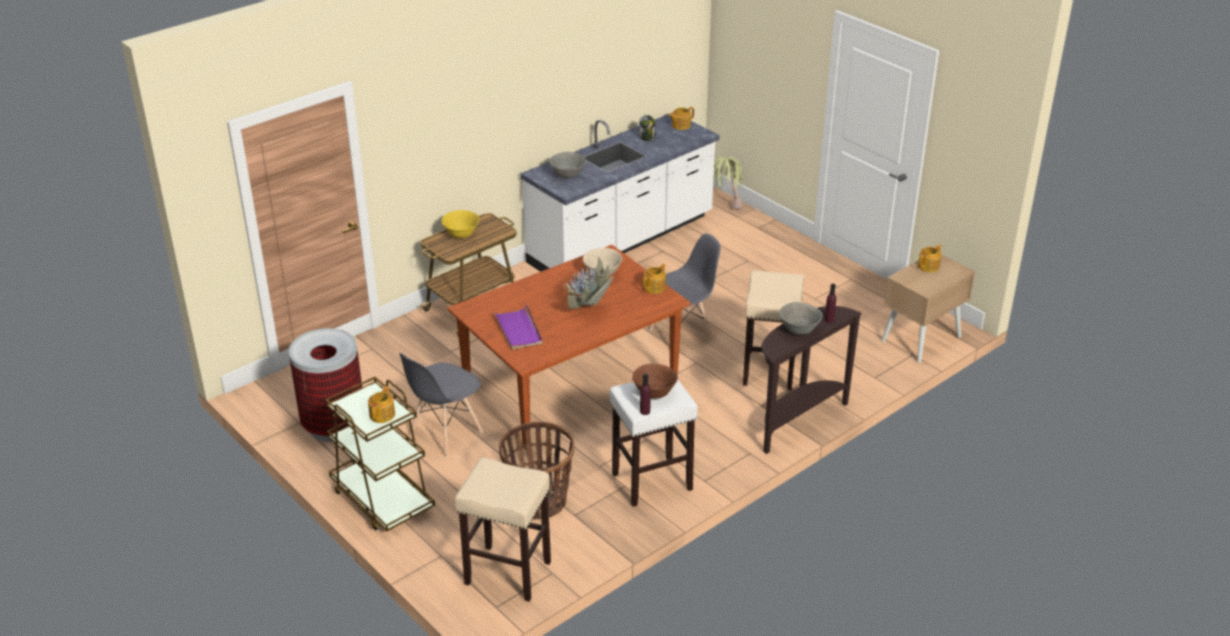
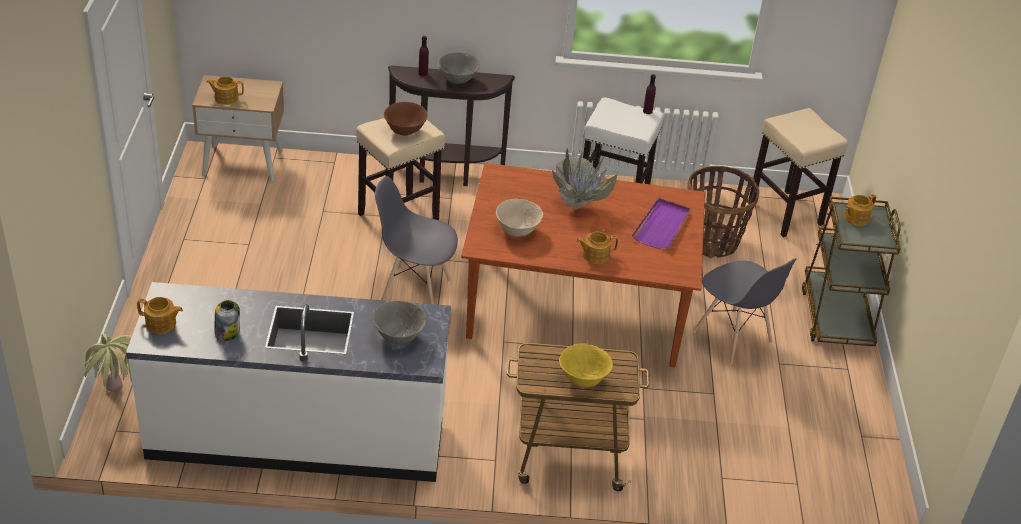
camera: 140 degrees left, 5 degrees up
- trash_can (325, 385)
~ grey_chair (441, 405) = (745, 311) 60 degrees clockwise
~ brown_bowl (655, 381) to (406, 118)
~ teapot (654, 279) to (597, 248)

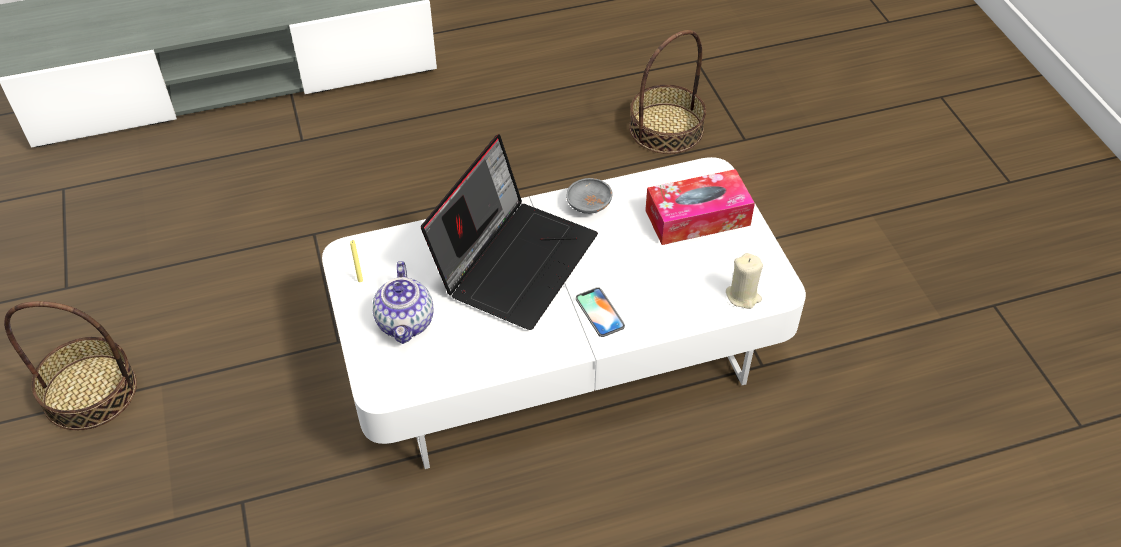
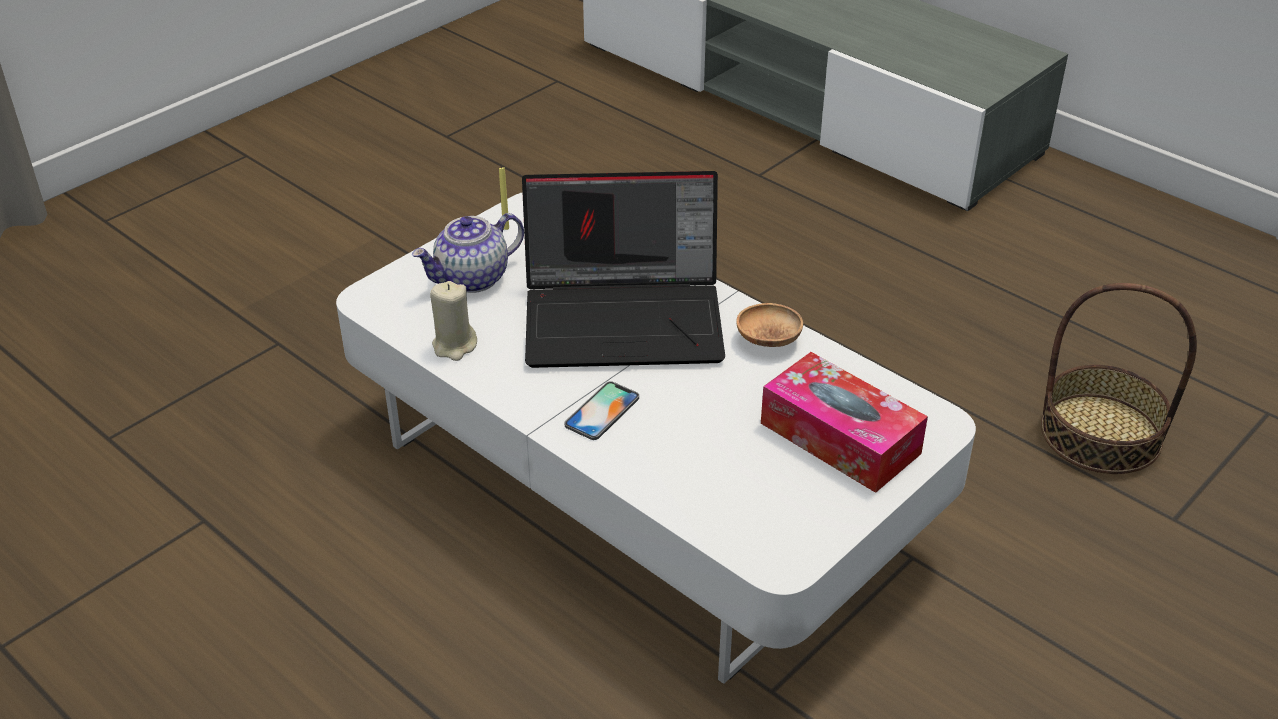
camera: 60 degrees right, 10 degrees down
- basket (70, 365)
~ grey_bowl (589, 196) to brown_bowl (769, 325)
~ beige_candle (744, 281) to (453, 321)

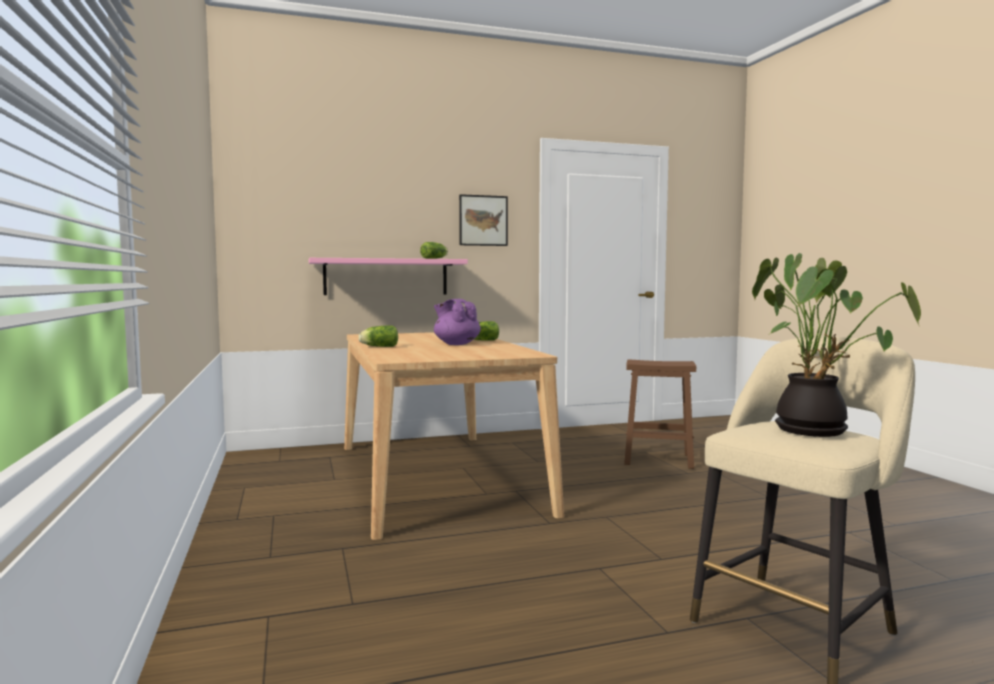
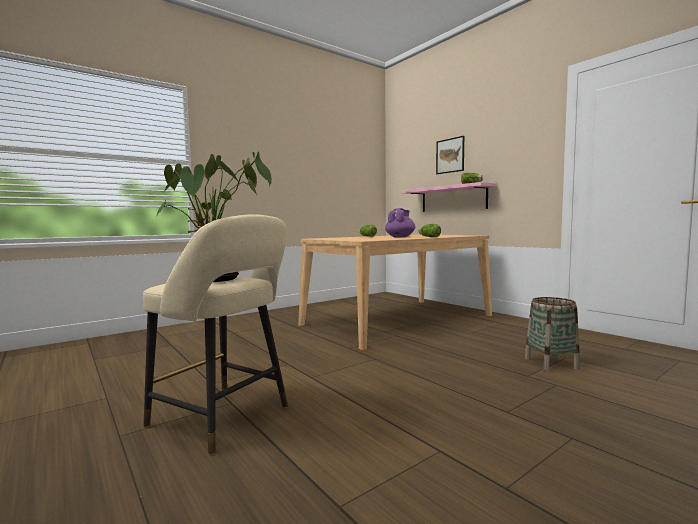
camera: 70 degrees right, 0 degrees up
~ picture (483, 220) to (450, 155)
~ brown_stool (660, 414) to basket (552, 334)

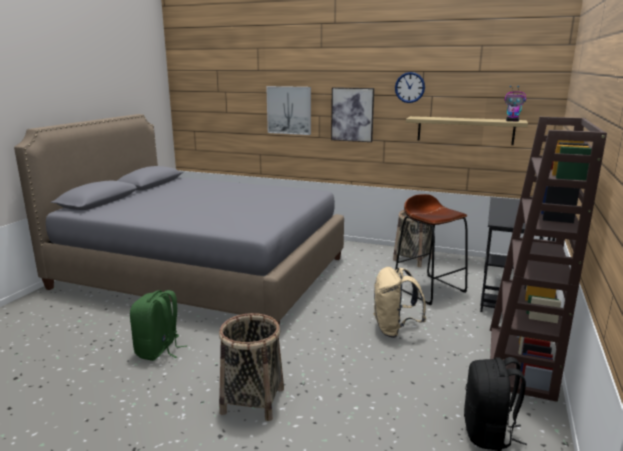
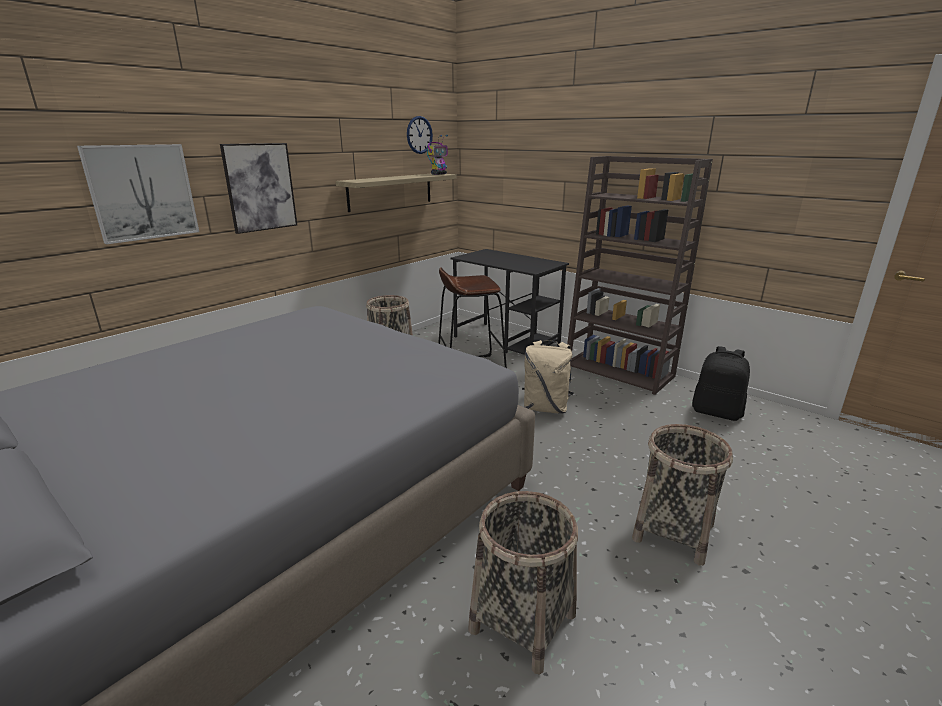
camera: 70 degrees left, 5 degrees up
~ green_backpack (158, 325) to basket (523, 582)
~ wall_clock (410, 87) to (420, 135)

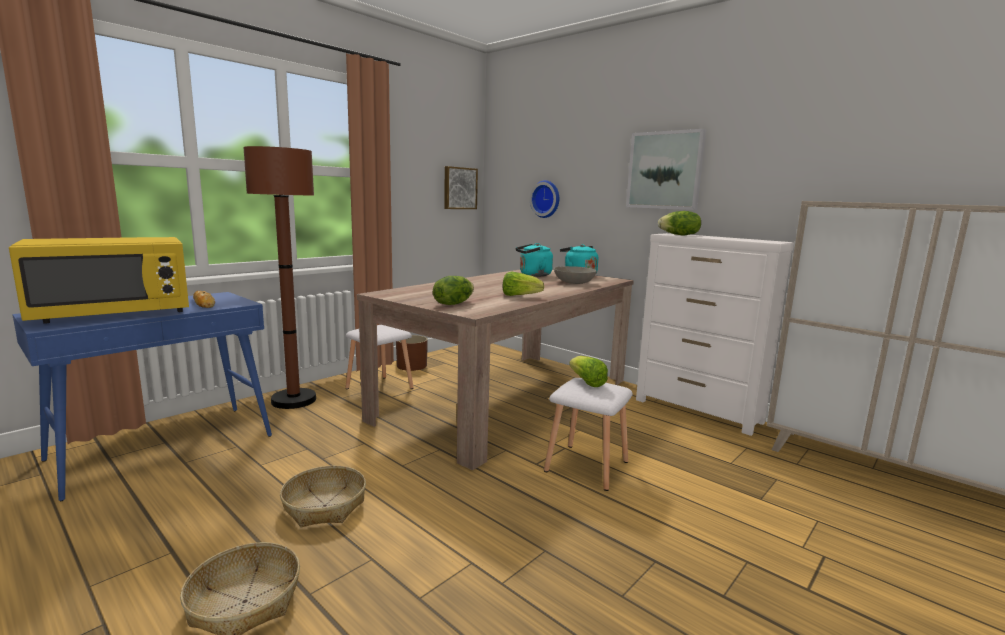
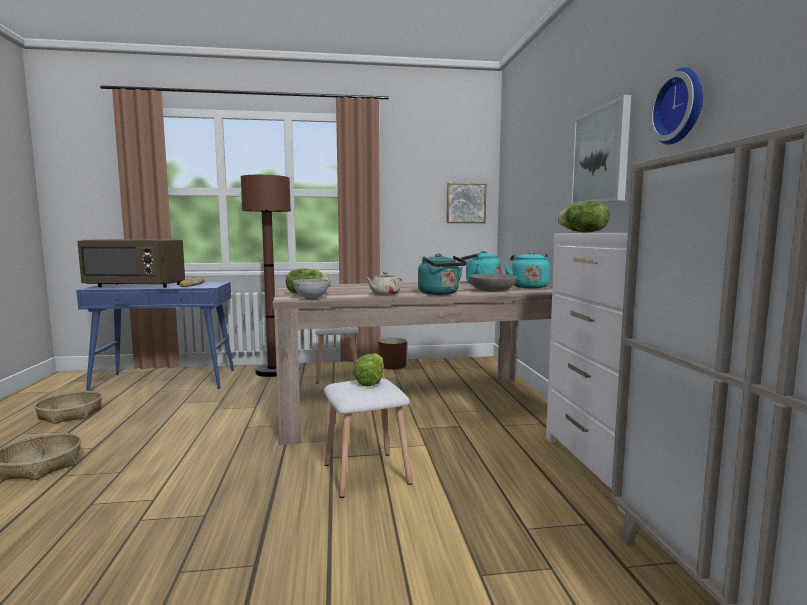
camera: 40 degrees right, 5 degrees down
~ yellow_microwave (99, 280) to brown_microwave (131, 263)
~ basket (323, 496) to (68, 407)
~ lettuce (523, 284) to beige_teapot (384, 283)
~ wall_clock (544, 199) to (676, 106)
+ bowl (311, 289)
+ turquoise_kettle (442, 274)

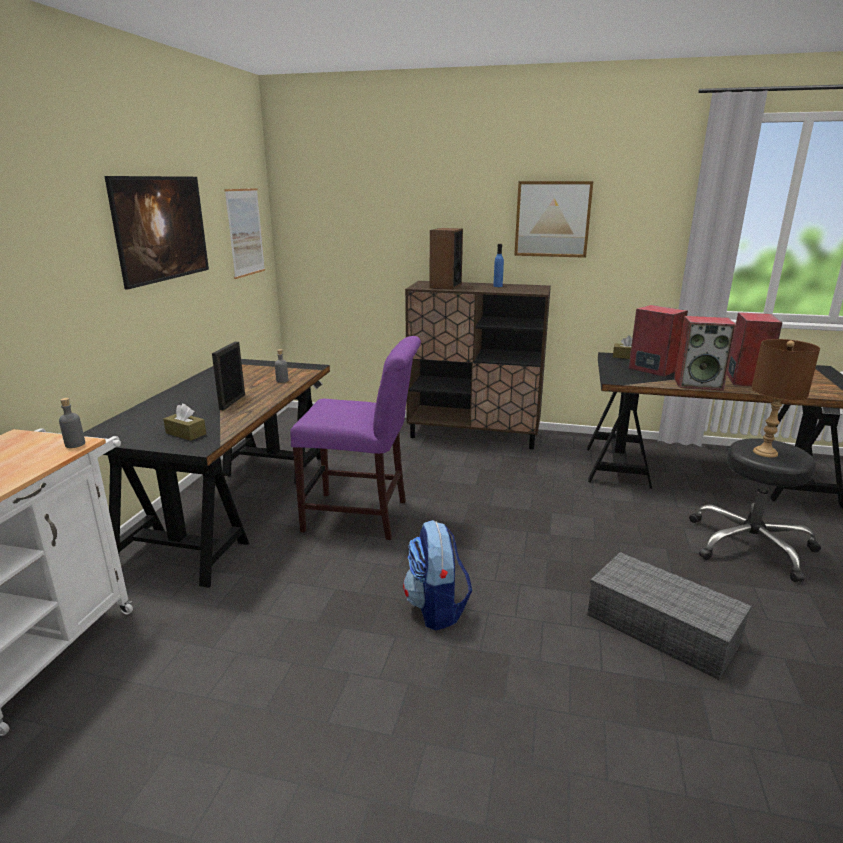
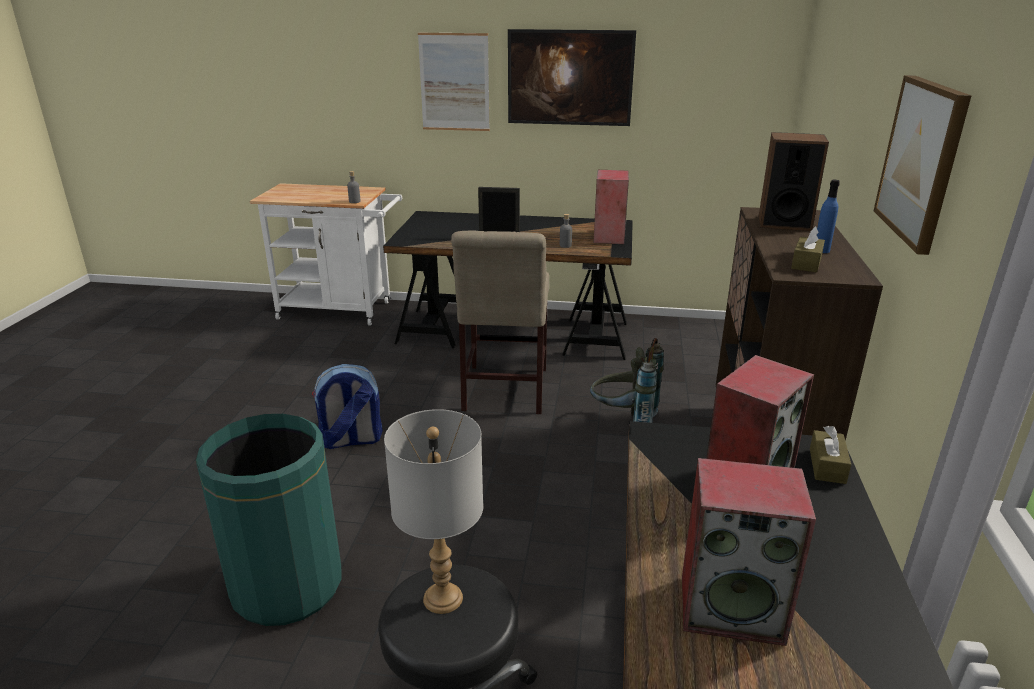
camera: 85 degrees right, 5 degrees up
~ brown_tissue_box (184, 422) to (808, 249)
~ picture (244, 233) to (454, 82)
~ purple_chair (355, 438) to beige_chair (500, 322)
~ grey_storage_box (669, 616) to green_trash_can (268, 520)
~ speaker (705, 353) to (611, 207)
~ brown_table_lamp (785, 398) to grey_table_lamp (433, 511)
+ grey_backpack (627, 380)

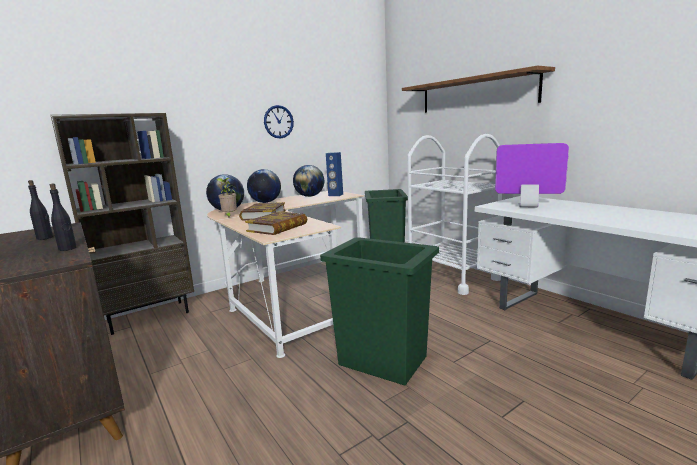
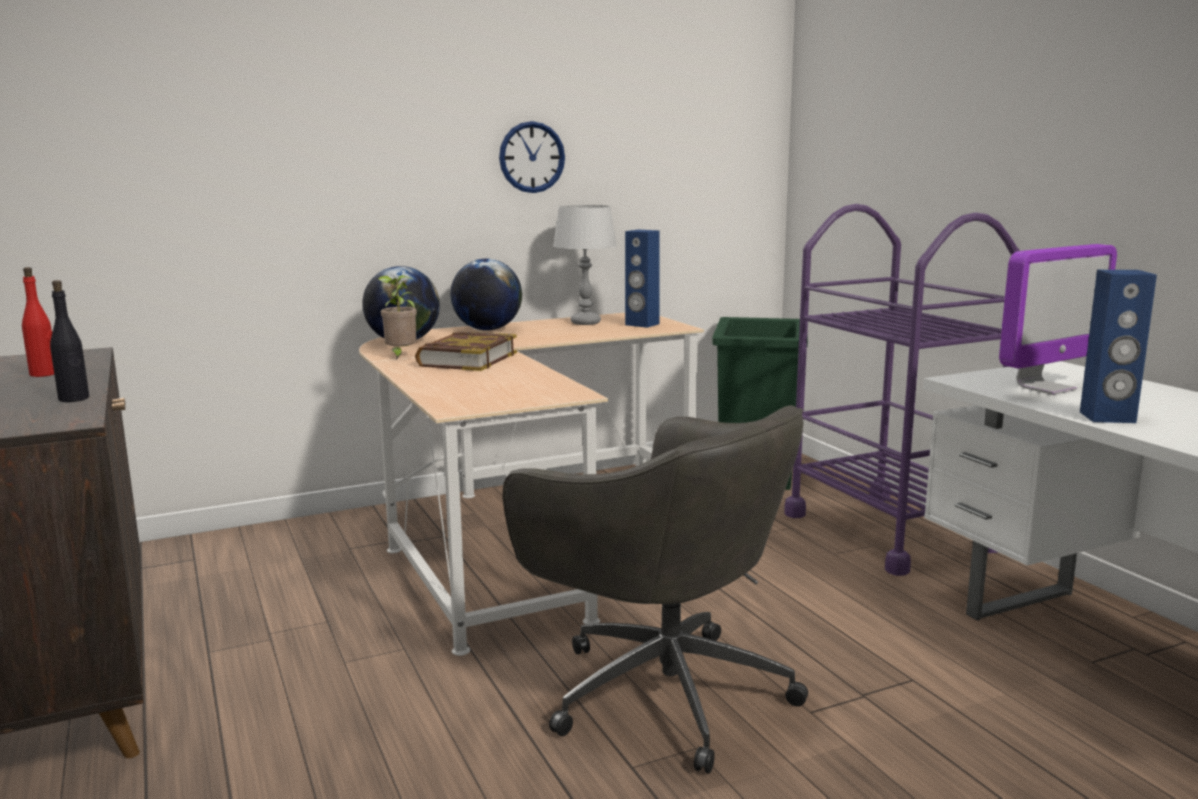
camera: 10 degrees right, 0 degrees up
~ black_bottle (40, 210) to red_bottle (38, 322)
- brown_bookcase (122, 224)
- book (276, 223)
~ globe (308, 181) to grey_table_lamp (585, 265)
~ green_trash_can (379, 311) to grey_office_chair (655, 589)
- shelf (478, 89)
~ white_cart (454, 214) to purple_cart (902, 390)
~ monitor (532, 175) = (1058, 319) 120 degrees clockwise
+ blue_speaker (1118, 346)

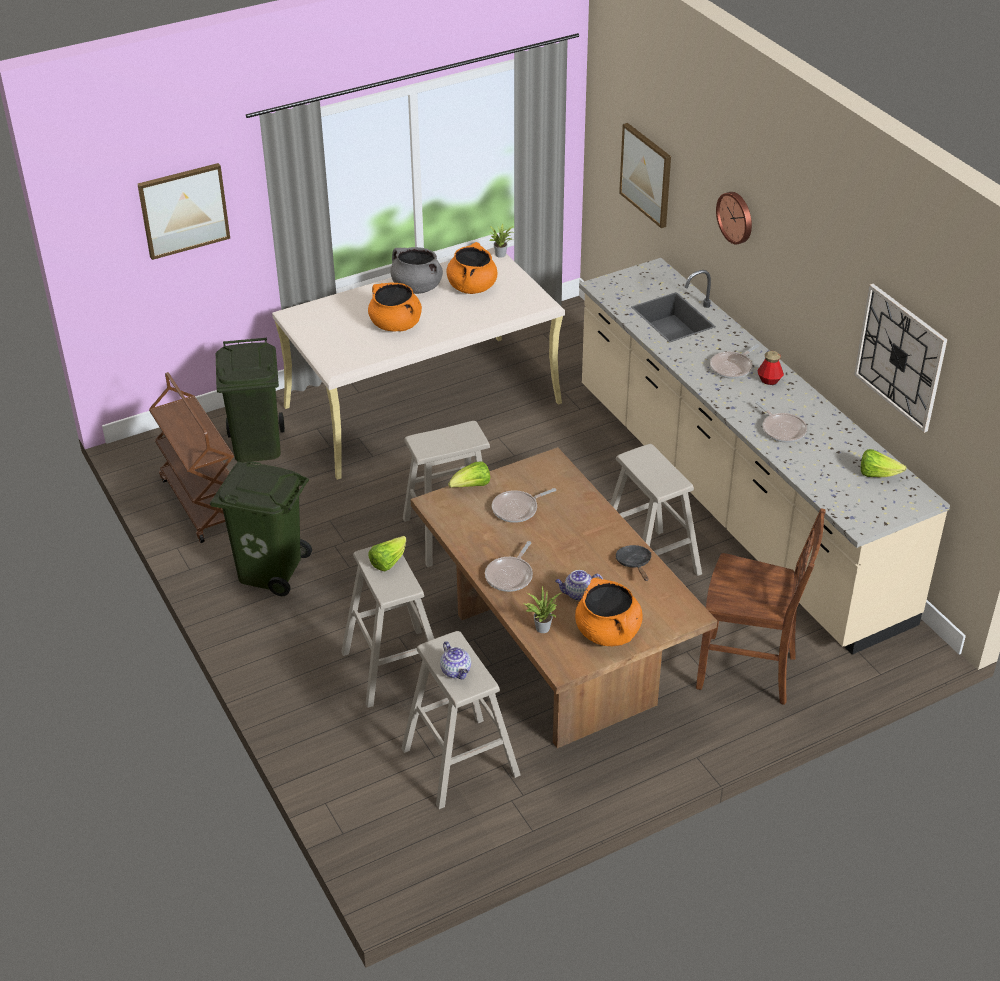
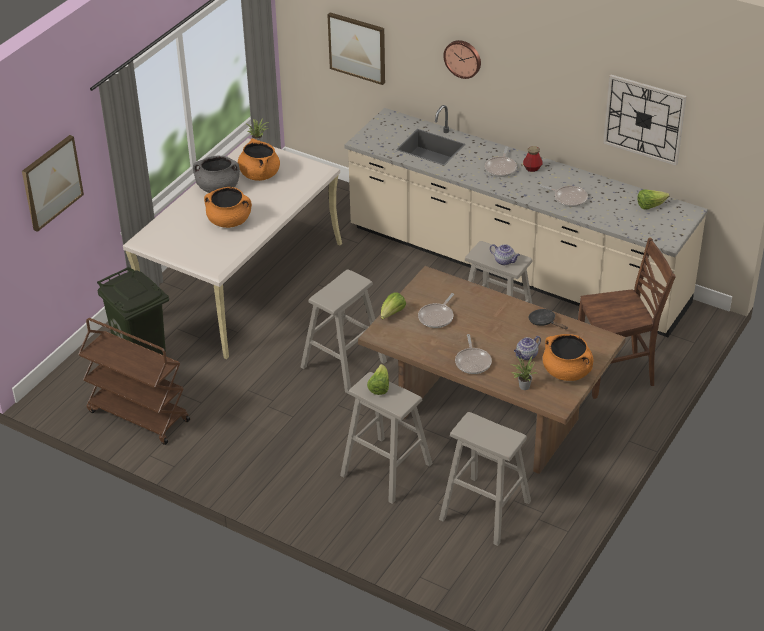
camera: 30 degrees left, 0 degrees up
- green_trash_can (261, 528)
~ teapot (455, 660) to (505, 254)

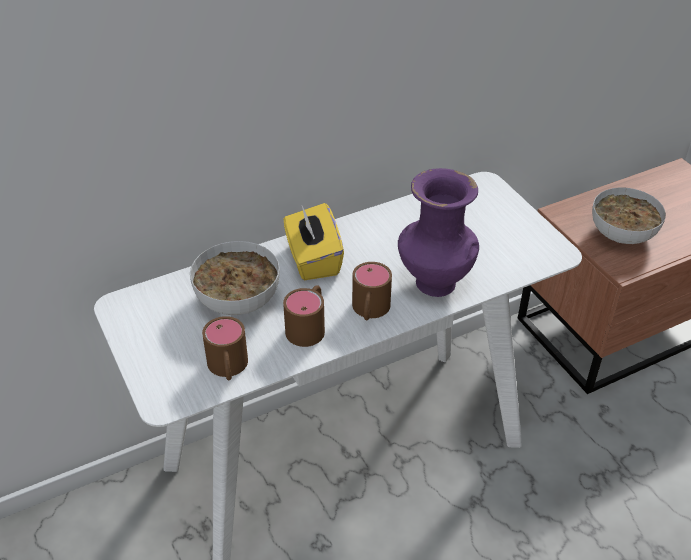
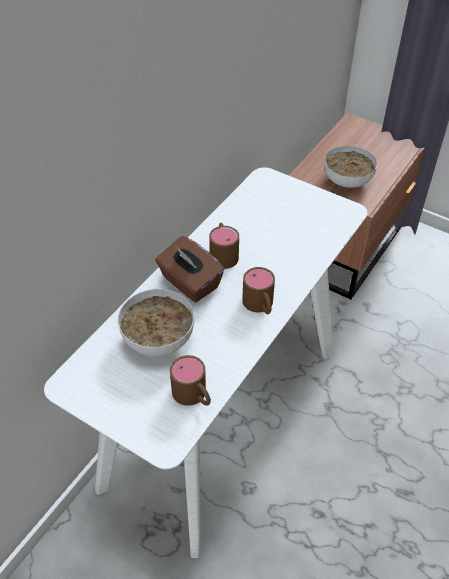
camera: 30 degrees left, 5 degrees up
~ brown_mug (304, 316) to (224, 246)
~ yellow_tissue_box (314, 242) to brown_tissue_box (189, 269)
- purple_vase (438, 232)

